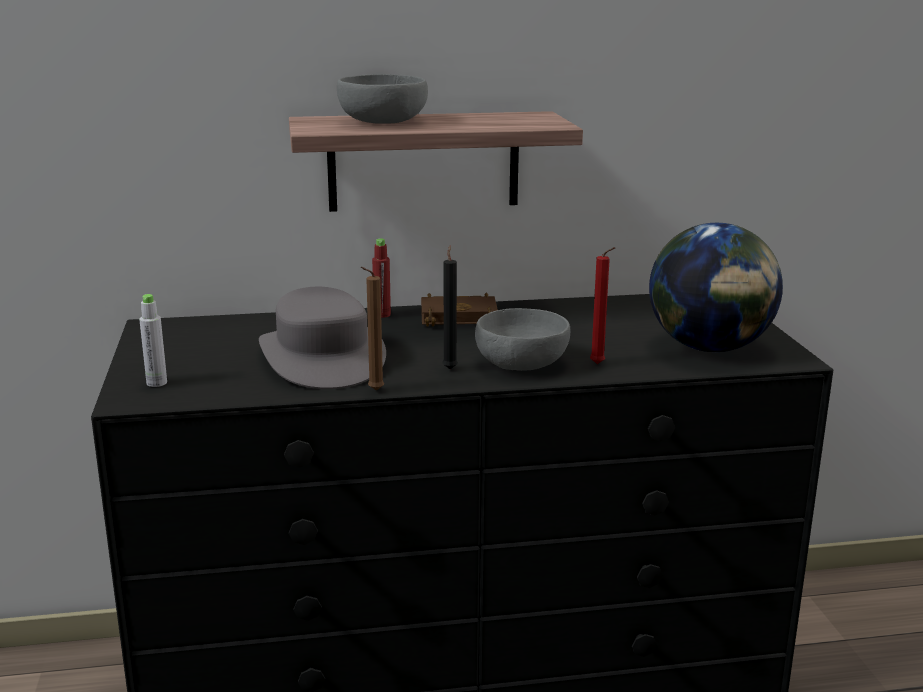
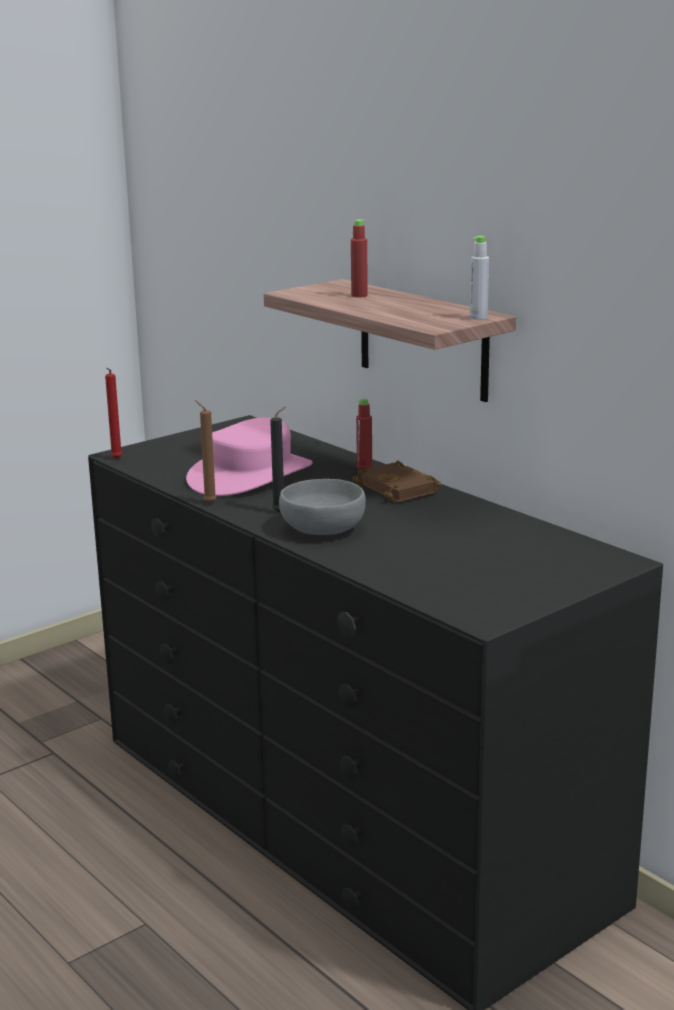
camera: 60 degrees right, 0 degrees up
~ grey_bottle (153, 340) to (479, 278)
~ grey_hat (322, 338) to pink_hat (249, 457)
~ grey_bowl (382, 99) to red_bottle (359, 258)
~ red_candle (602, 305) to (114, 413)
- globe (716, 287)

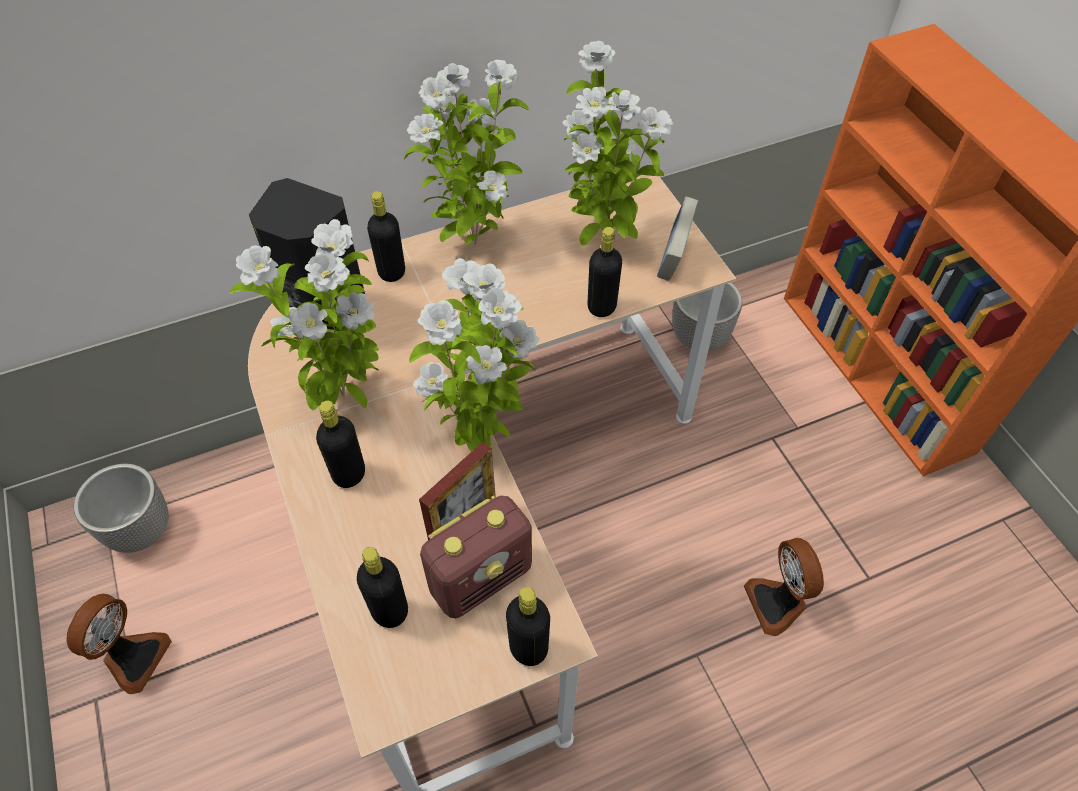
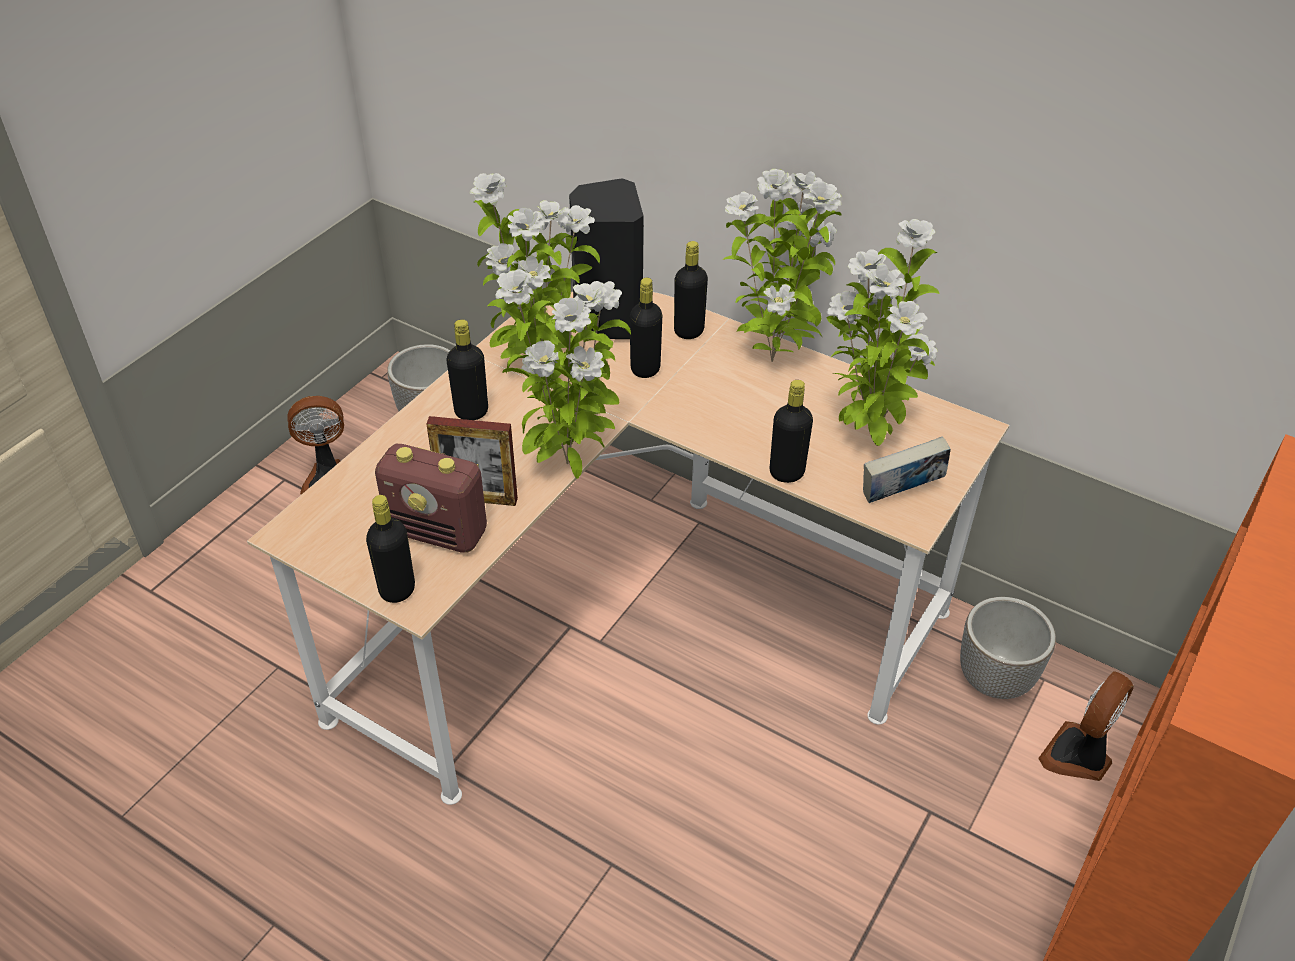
camera: 55 degrees right, 10 degrees down
~ black_bottle (382, 587) to (646, 328)
~ fan (784, 587) to (1086, 726)

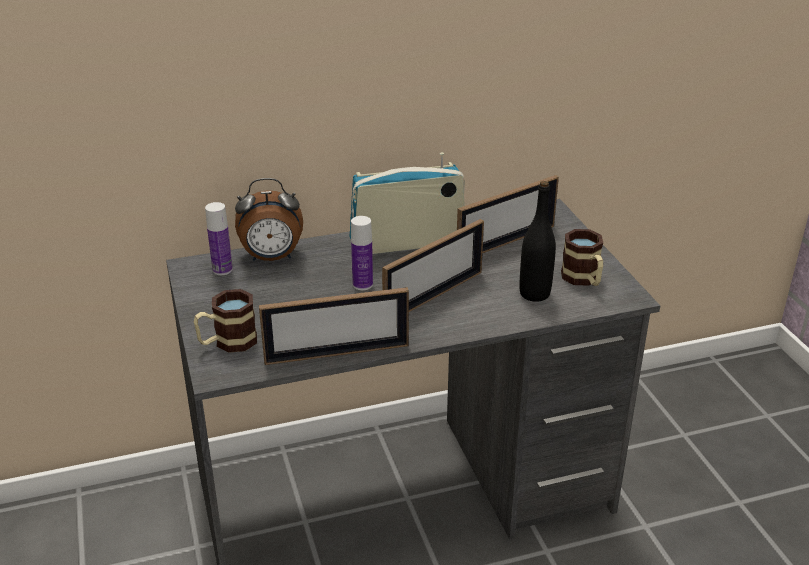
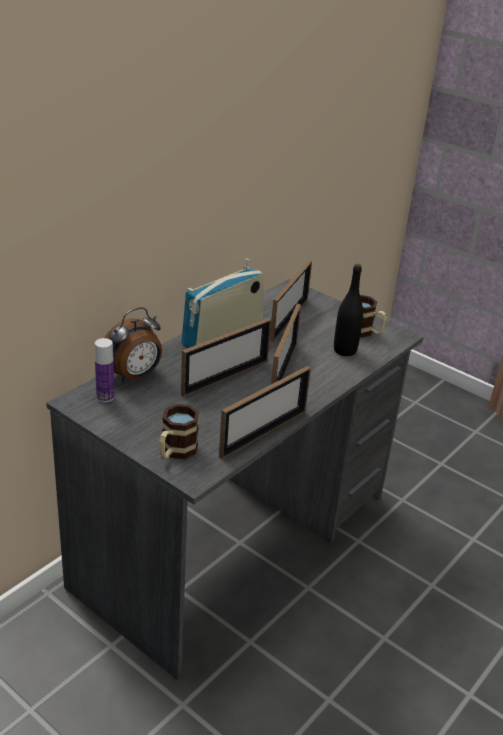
camera: 35 degrees left, 0 degrees up
~ bottle (362, 253) to picture_frame (226, 357)

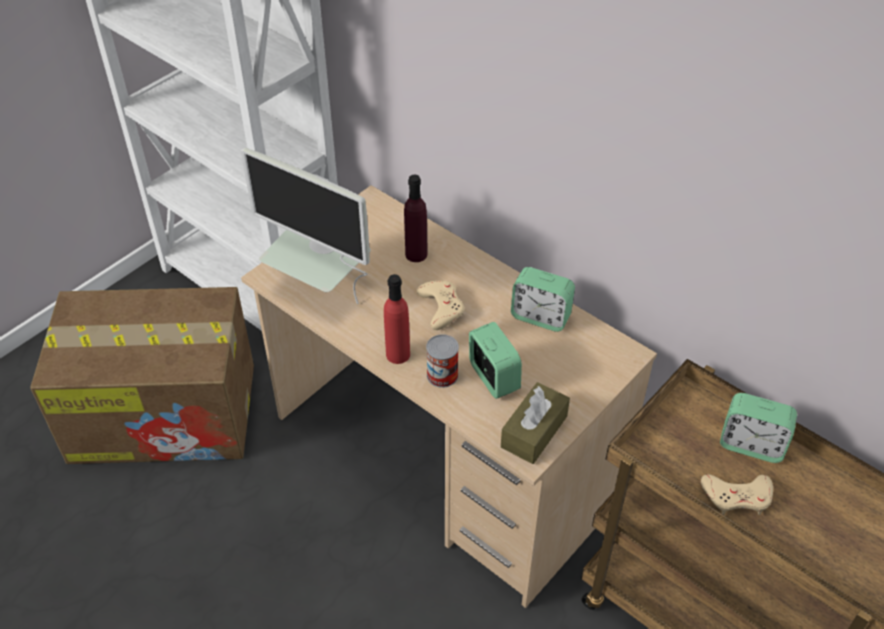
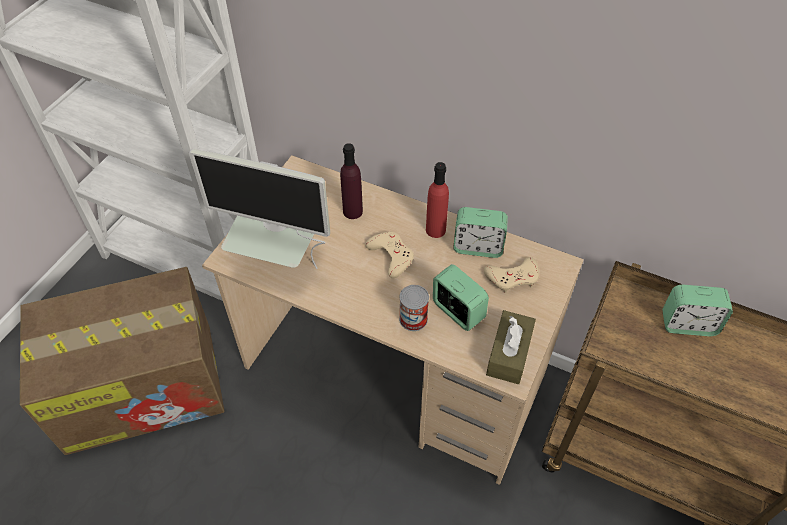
camera: 15 degrees left, 5 degrees up
~ red_bottle (397, 319) to (437, 200)
~ beige_game_controller (737, 494) to (511, 275)

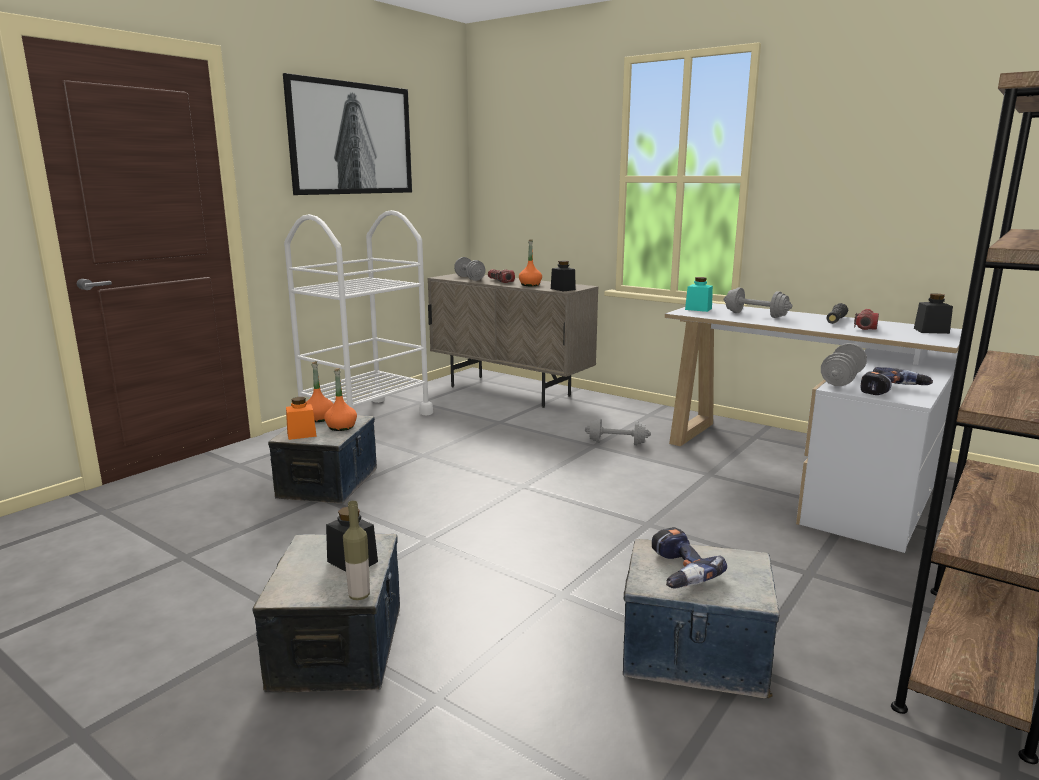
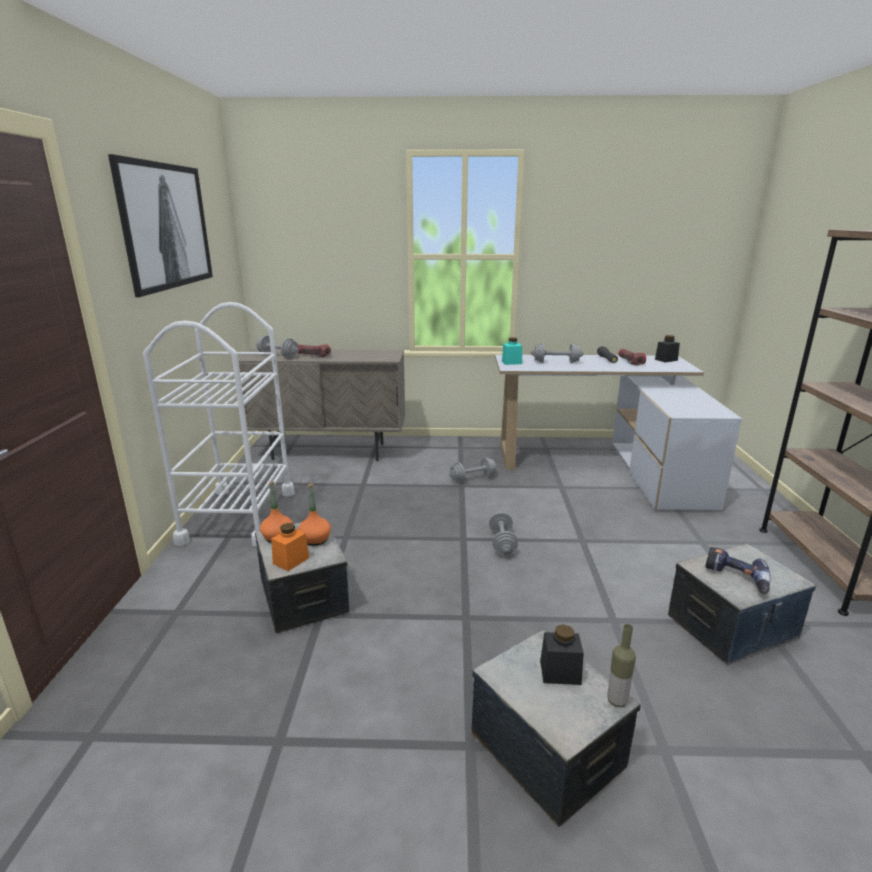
camera: 35 degrees left, 5 degrees up
- orange_bottle (530, 262)
- black_jar (563, 276)
~ grey_dumbbell (844, 364) to (503, 533)
- power_drill (897, 381)

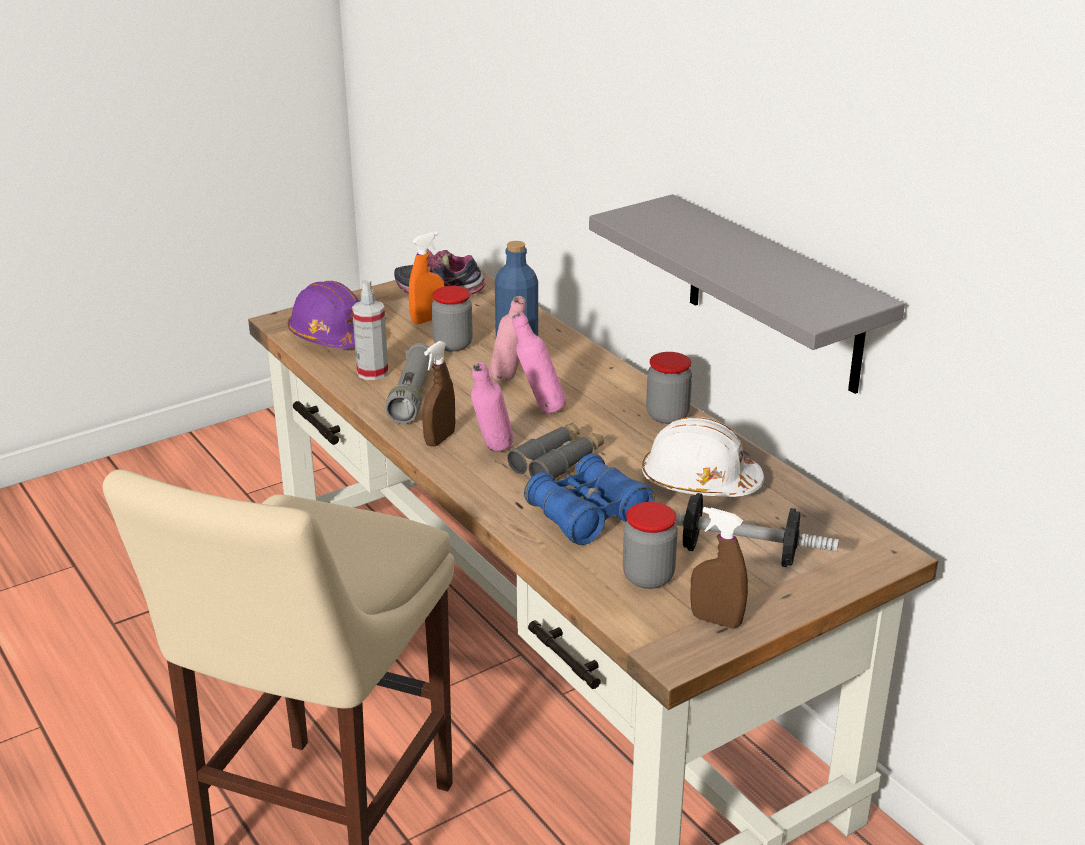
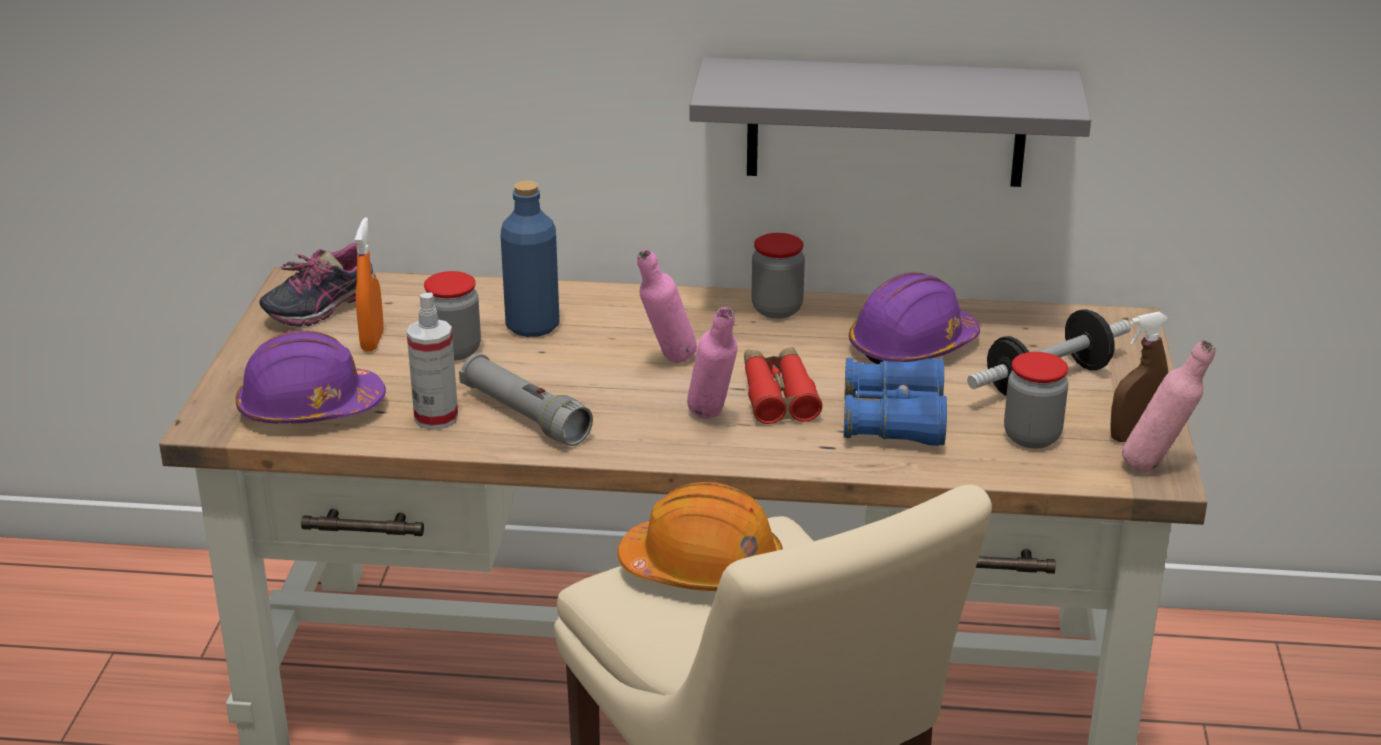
camera: 50 degrees left, 0 degrees up
- brown_spray_bottle (438, 394)
~ pink_bottle (508, 339) to (1169, 406)
~ grey_binoculars (555, 450) to red_binoculars (783, 385)
~ white_hard_hat (703, 457) to purple_hard_hat (914, 318)
+ orange_hard_hat (700, 536)

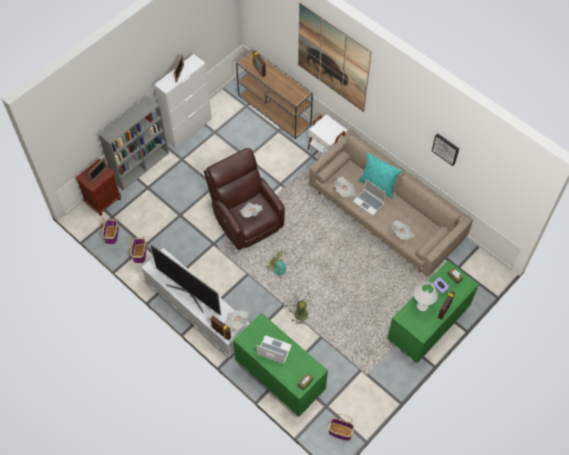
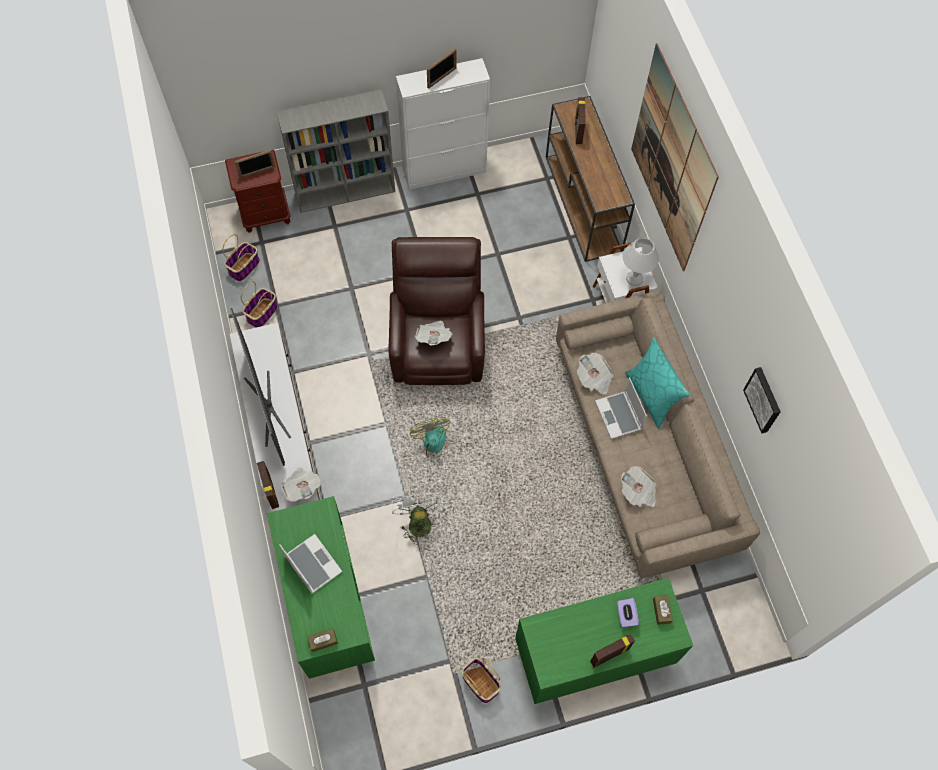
camera: 30 degrees right, 5 degrees up
~ basket (342, 427) to (481, 680)
~ white_table_lamp (426, 296) to (641, 261)

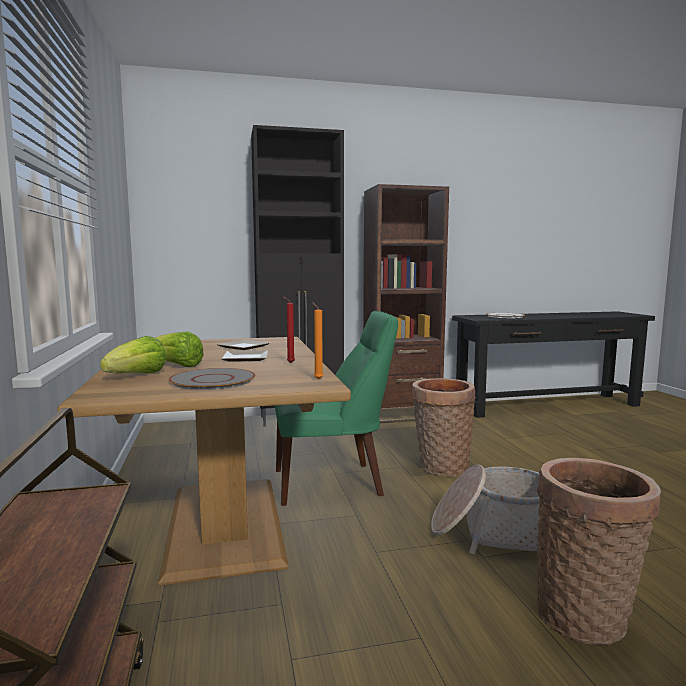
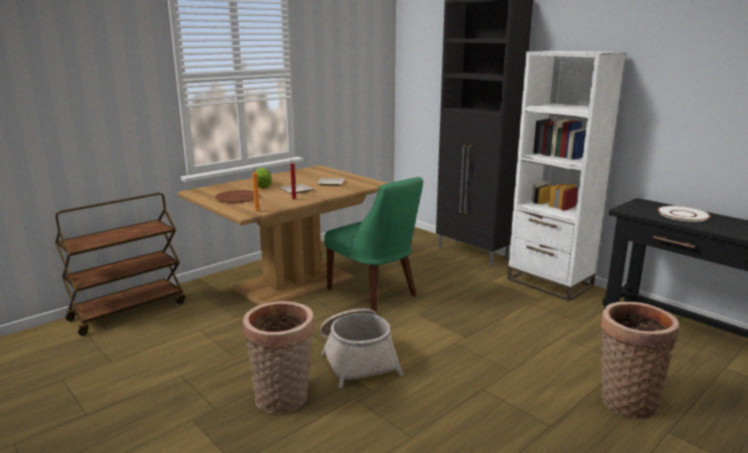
camera: 60 degrees right, 10 degrees up
- lettuce (133, 354)
~ grey_plate (212, 379) to brown_plate (237, 196)
~ brown_bookcase (406, 303) to white_bookcase (566, 176)
~ basket (443, 427) to (640, 360)

